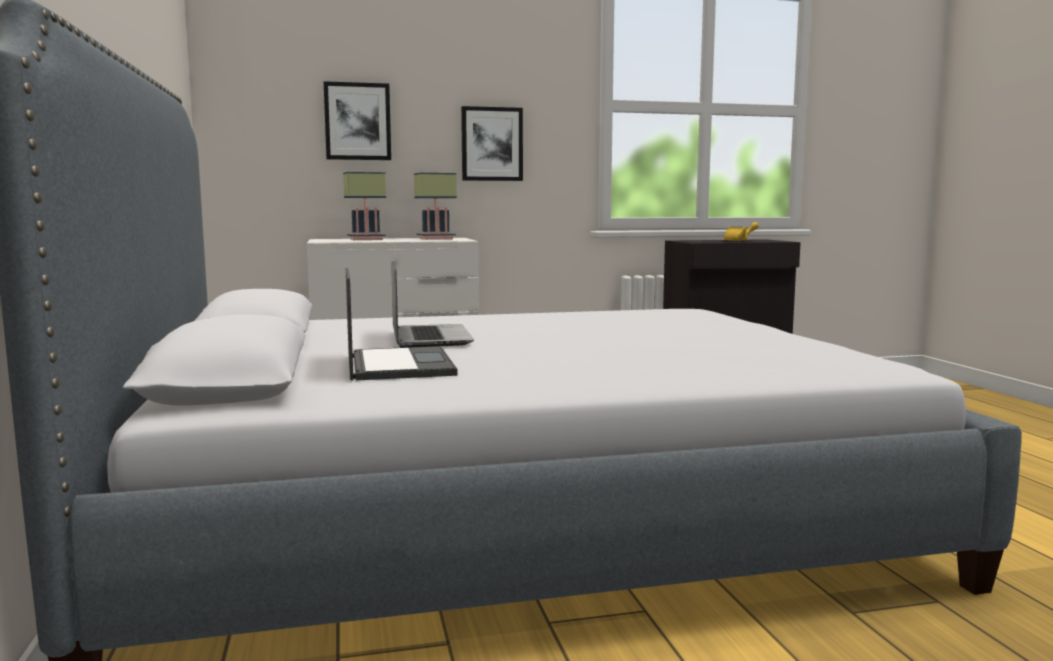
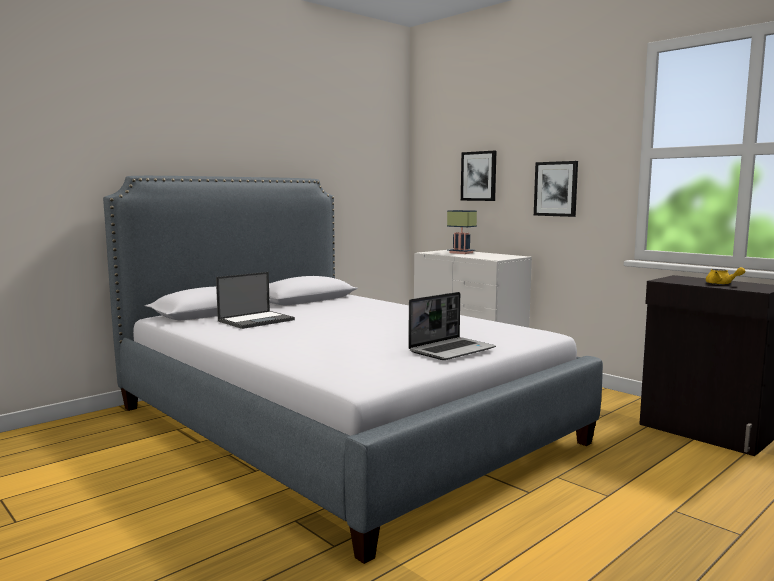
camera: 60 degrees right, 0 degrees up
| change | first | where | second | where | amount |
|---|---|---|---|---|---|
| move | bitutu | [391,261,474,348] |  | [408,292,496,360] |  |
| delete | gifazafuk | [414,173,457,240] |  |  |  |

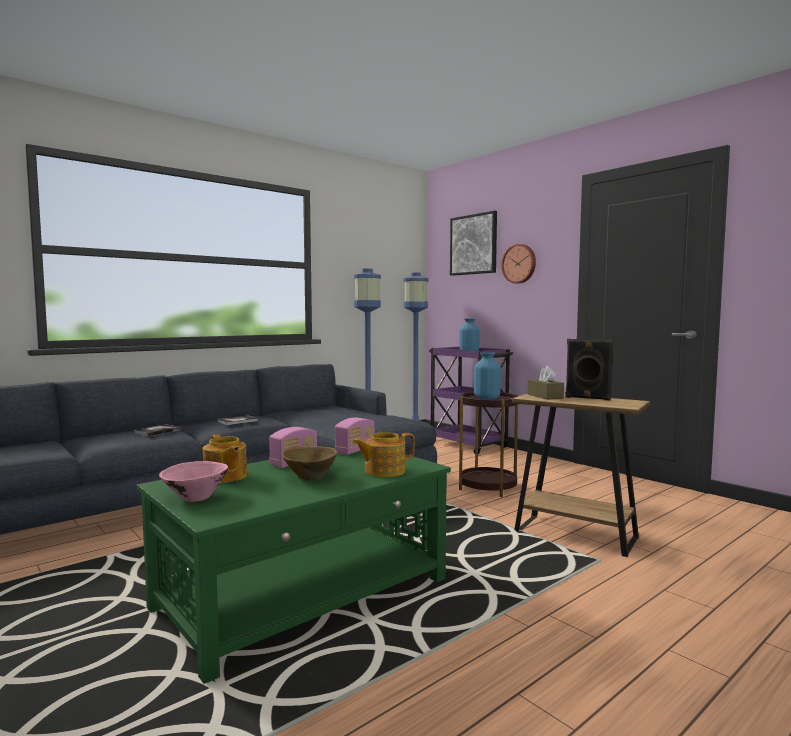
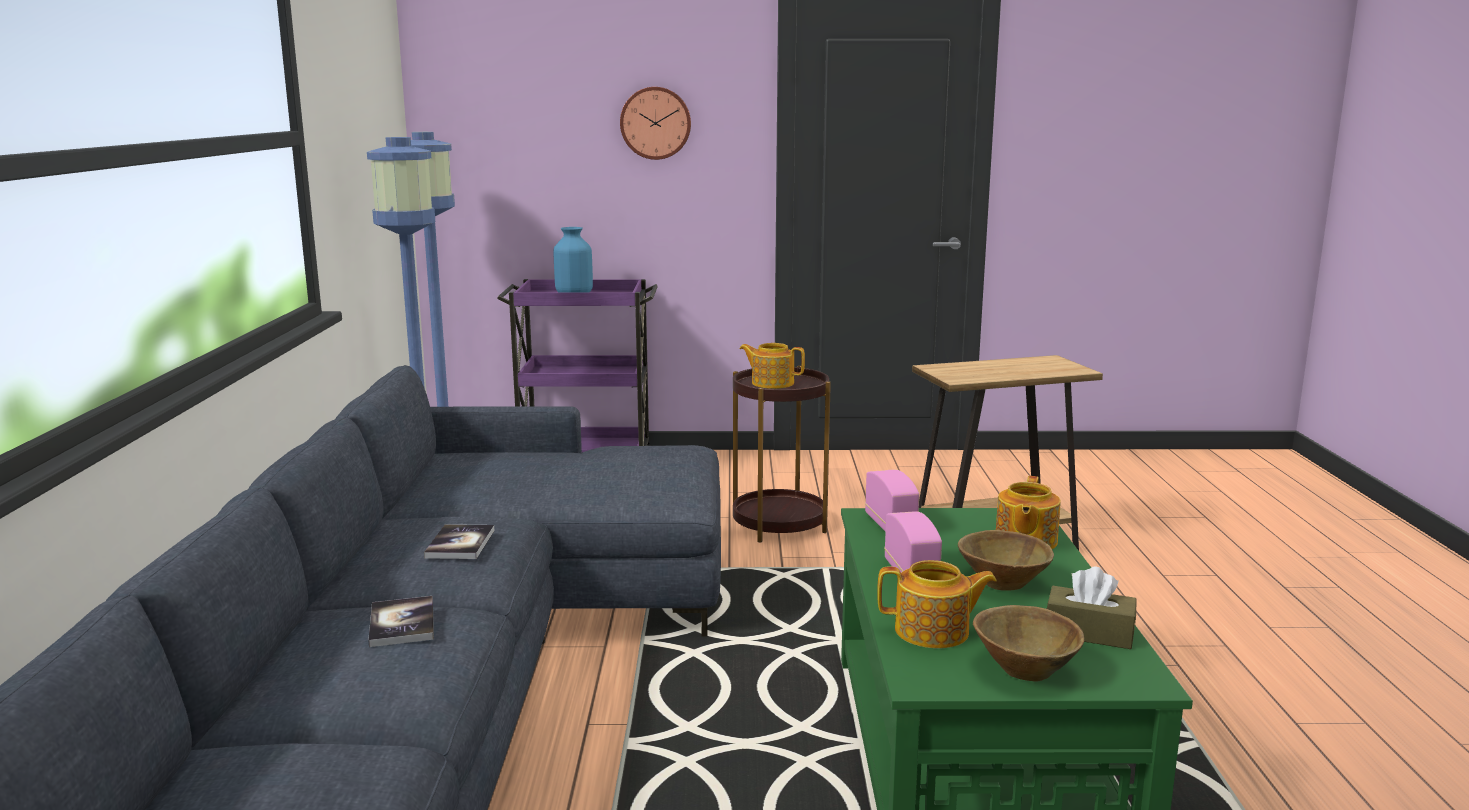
camera: 50 degrees left, 10 degrees up
| change | first | where | second | where | amount |
|---|---|---|---|---|---|
| replace | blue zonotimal | [474,352,501,400] | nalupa | [740,343,805,389] |  |
| recolor | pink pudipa | [159,461,228,502] | brown pudipa | [973,605,1084,681] |  |
| move | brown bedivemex | [527,366,564,400] |  | [1047,567,1137,649] |  |
| delete | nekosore | [450,211,497,276] |  |  |  |
| delete | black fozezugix | [565,339,613,400] |  |  |  |

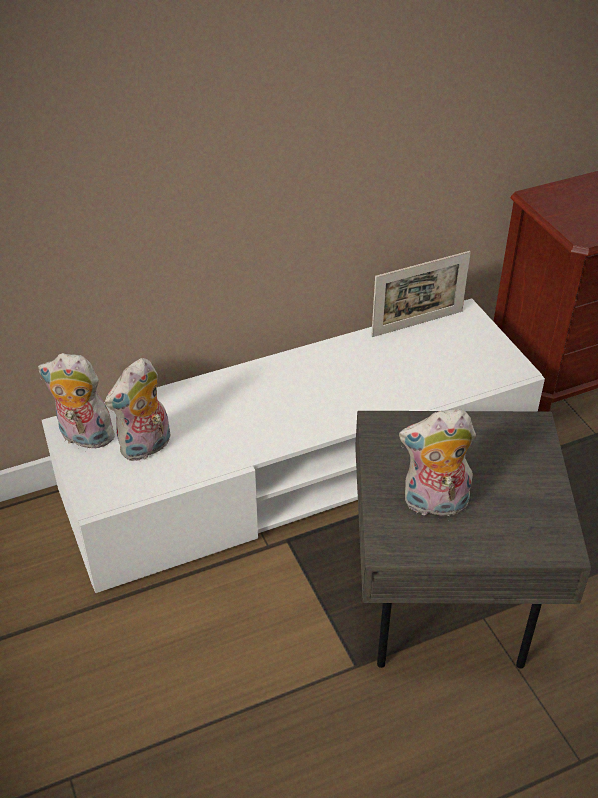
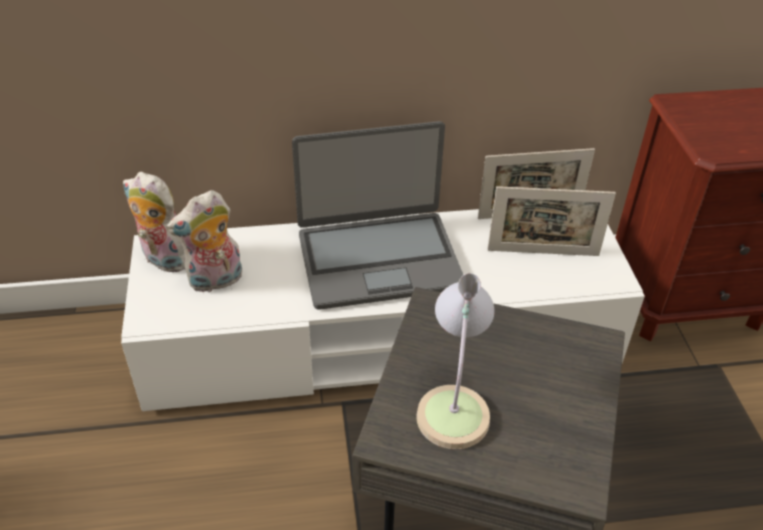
camera: 15 degrees right, 0 degrees up
| change | first | where | second | where | amount |
|---|---|---|---|---|---|
| insert |  |  | bitutu | [292,121,463,310] |  |
| replace | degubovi | [399,409,476,516] | gifazafuk | [417,273,494,449] |  |
| insert |  |  | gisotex | [487,186,616,256] |  |

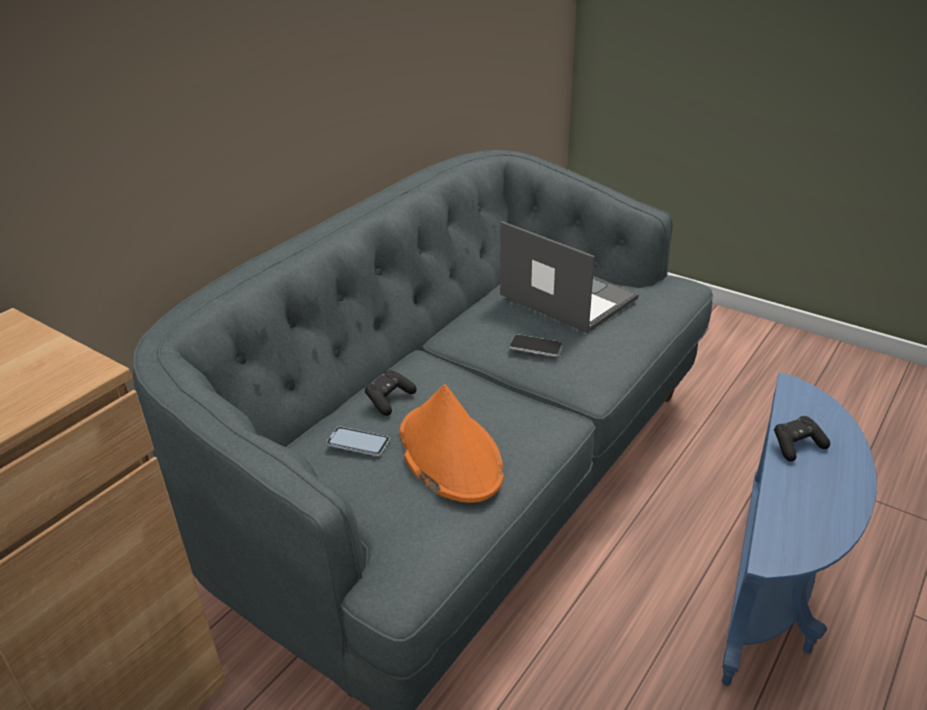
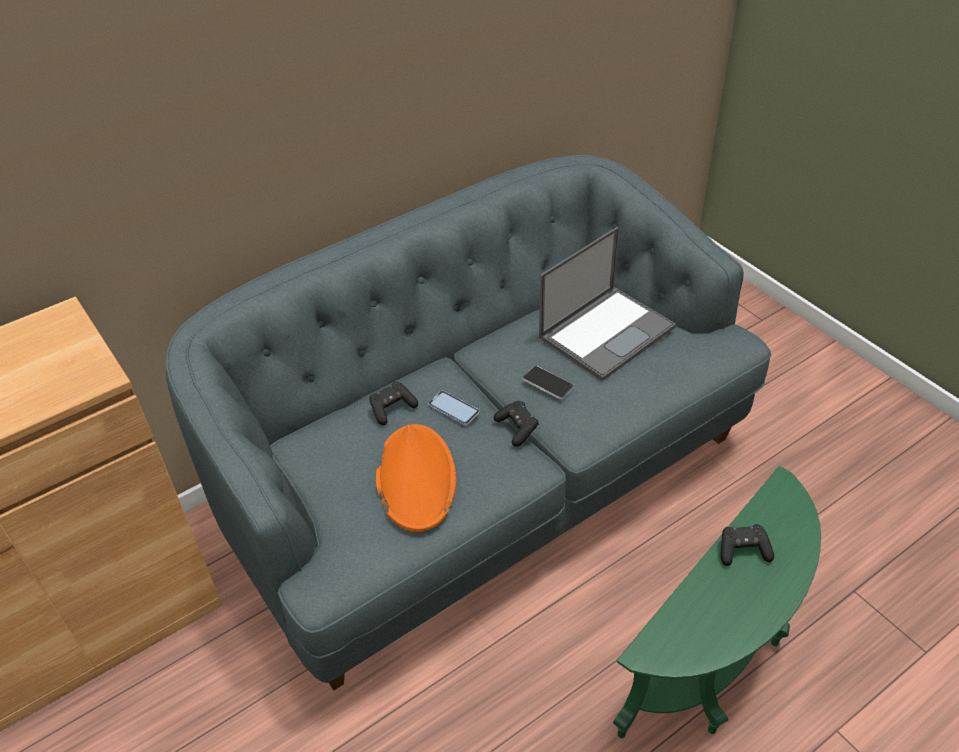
camera: 20 degrees right, 10 degrees up
| change | first | where | second | where | amount |
|---|---|---|---|---|---|
| move | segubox | [326,426,390,456] |  | [428,391,480,426] |  |
| insert |  |  | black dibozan | [494,401,539,447] |  |
| rotate | bitutu | [500,221,639,333] |  | [539,227,676,381] | 75 degrees clockwise |
| recolor | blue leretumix | [722,373,877,686] | green leretumix | [613,466,821,738] |  |

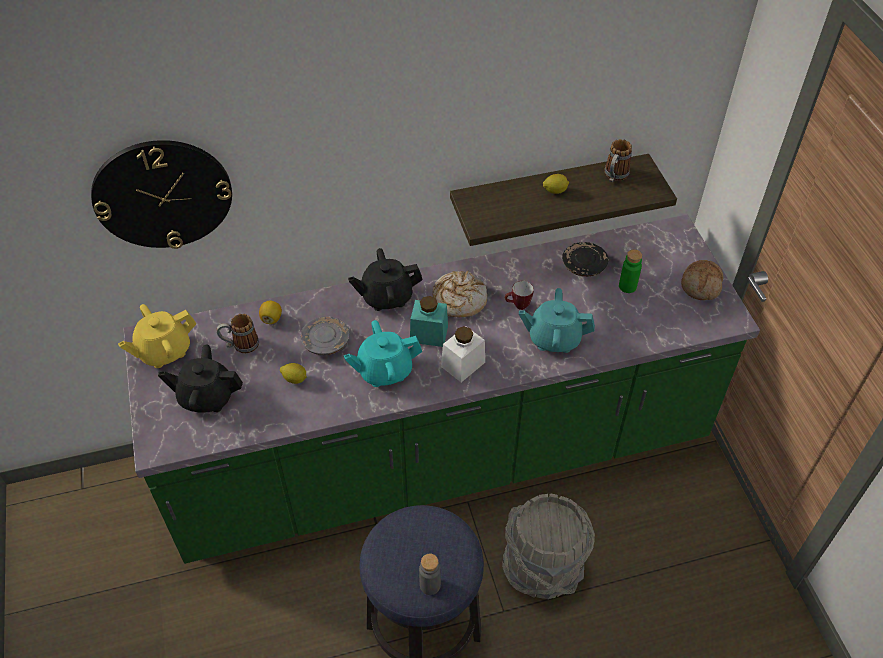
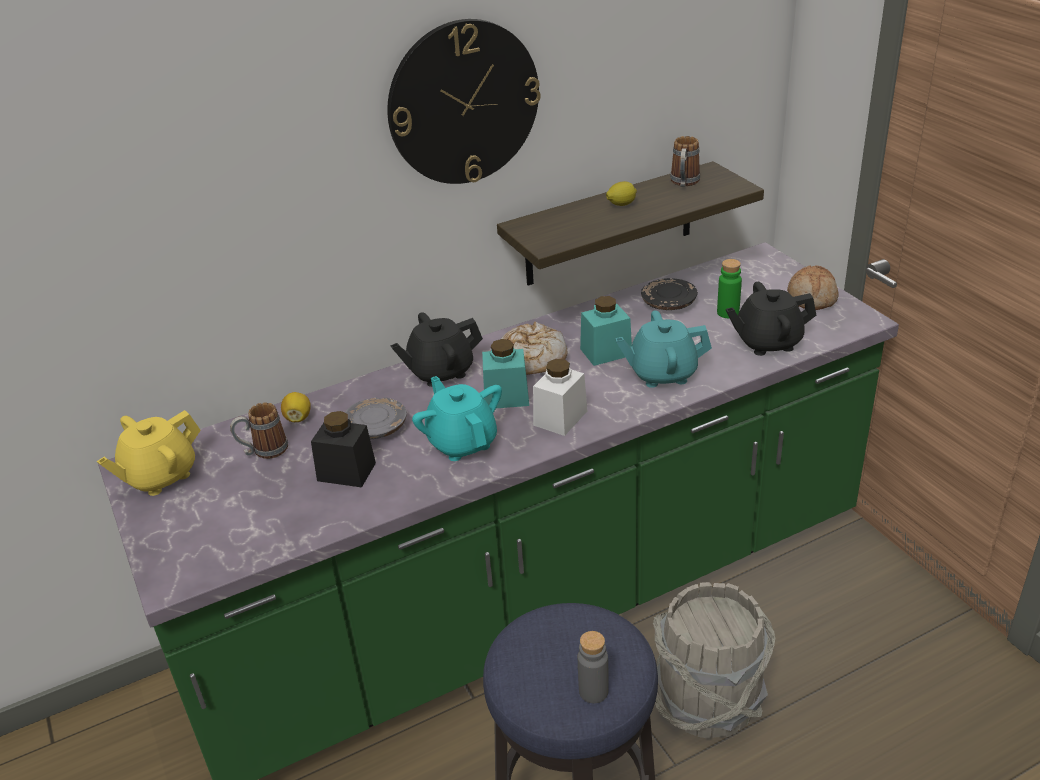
camera: 10 degrees left, 15 degrees down
| change | first | where | second | where | amount |
|---|---|---|---|---|---|
| replace | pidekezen | [280,363,307,384] | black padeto | [311,411,376,487] |  |
| move | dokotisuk | [91,140,232,249] |  | [387,19,541,184] |  |
| rotate | turquoise nalupa | [344,320,422,387] |  | [412,376,502,461] | 90 degrees clockwise |
| replace | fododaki | [505,281,534,310] | turquoise padeto | [580,296,632,366] |  |
| move | black nalupa | [158,344,243,413] |  | [726,282,817,356] |  |

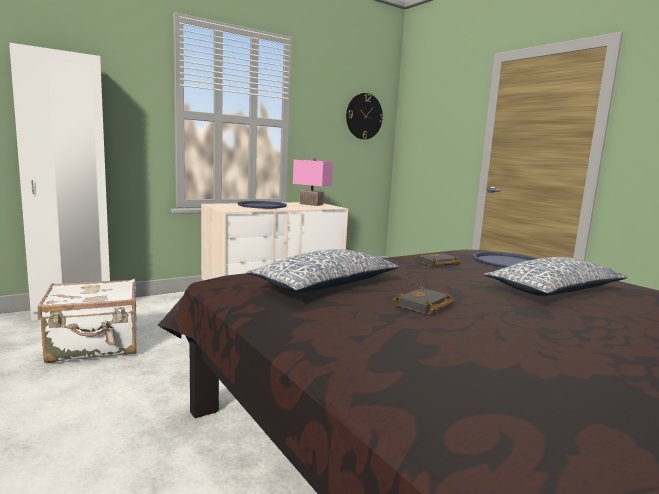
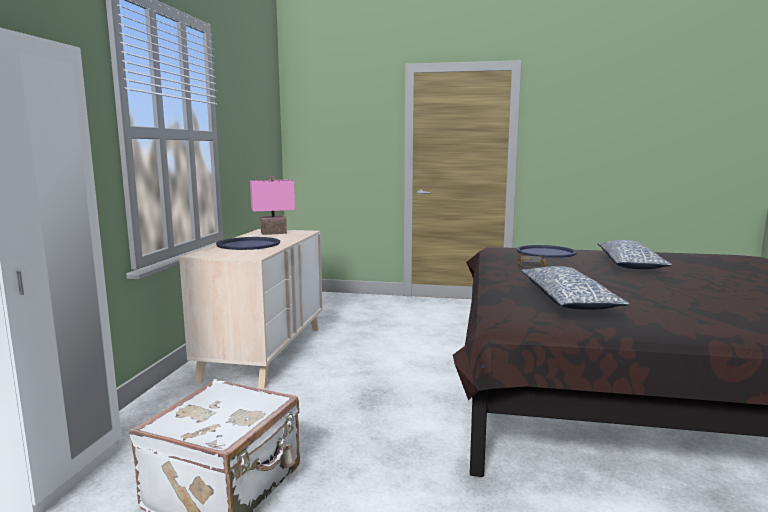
camera: 45 degrees left, 0 degrees up
| change | first | where | second | where | amount |
|---|---|---|---|---|---|
| delete | dokotisuk | [346,93,383,139] |  |  |  |
| delete | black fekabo | [393,286,455,315] |  |  |  |

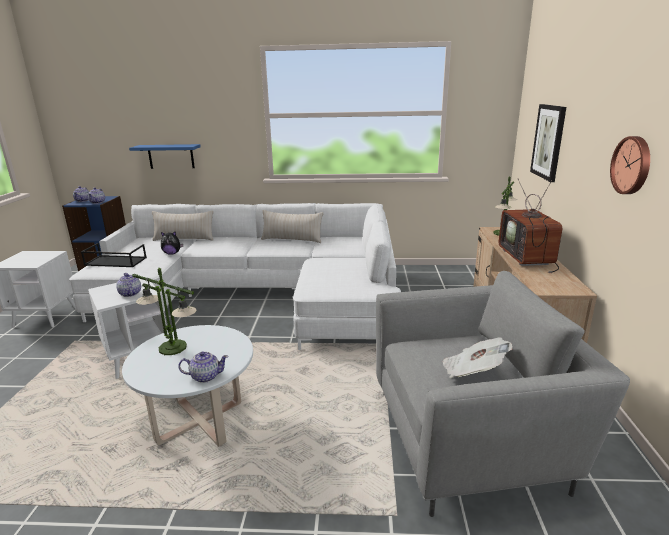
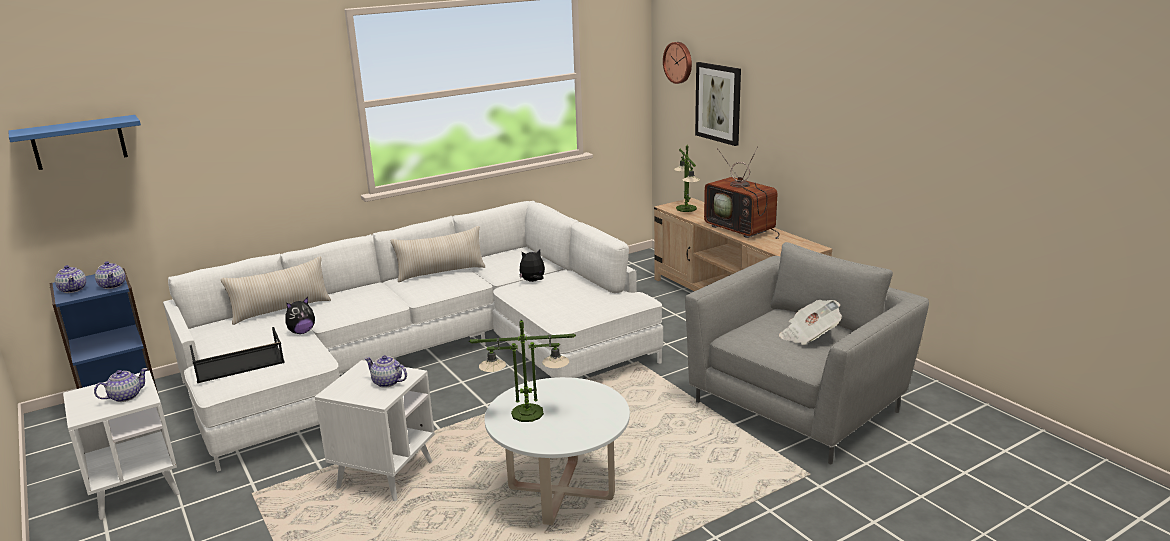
camera: 35 degrees left, 0 degrees up
| change | first | where | second | where | amount |
|---|---|---|---|---|---|
| move | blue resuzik | [129,144,201,169] |  | [9,115,141,170] |  |
| move | nalupa | [178,351,228,383] |  | [94,368,148,402] |  |
| insert |  |  | degubovi | [519,249,545,282] |  |
| move | dokotisuk | [610,136,650,194] |  | [663,42,692,84] |  |

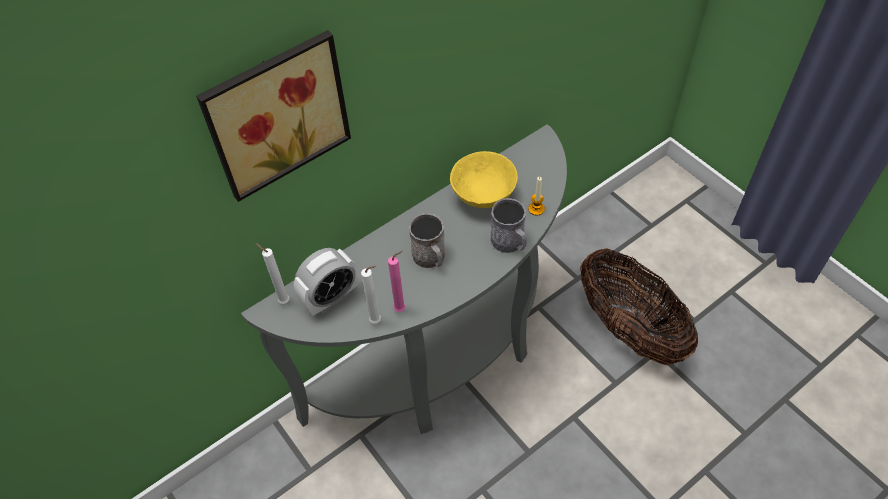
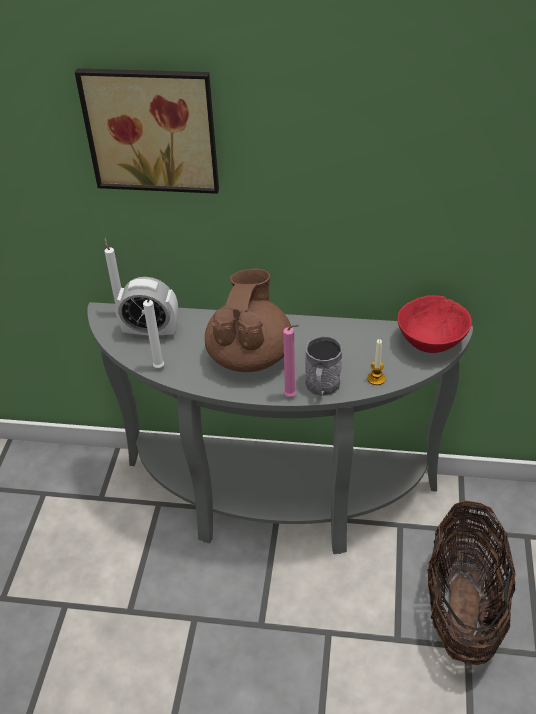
camera: 45 degrees right, 10 degrees down
| change | first | where | second | where | amount |
|---|---|---|---|---|---|
| replace | grey fododaki | [409,213,445,268] | brown nalupa | [205,269,292,372] |  |
| move | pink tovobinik | [388,251,405,312] |  | [283,325,299,397] |  |
| insert |  |  | red pudipa | [397,295,472,353] |  |
| delete | yellow pudipa | [450,151,518,208] |  |  |  |

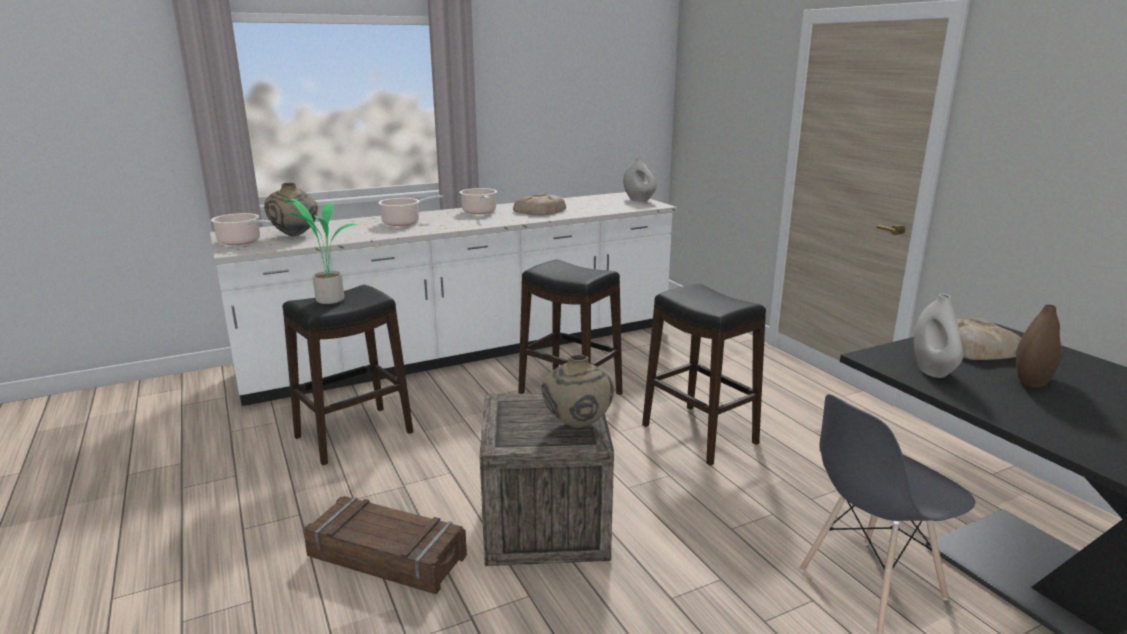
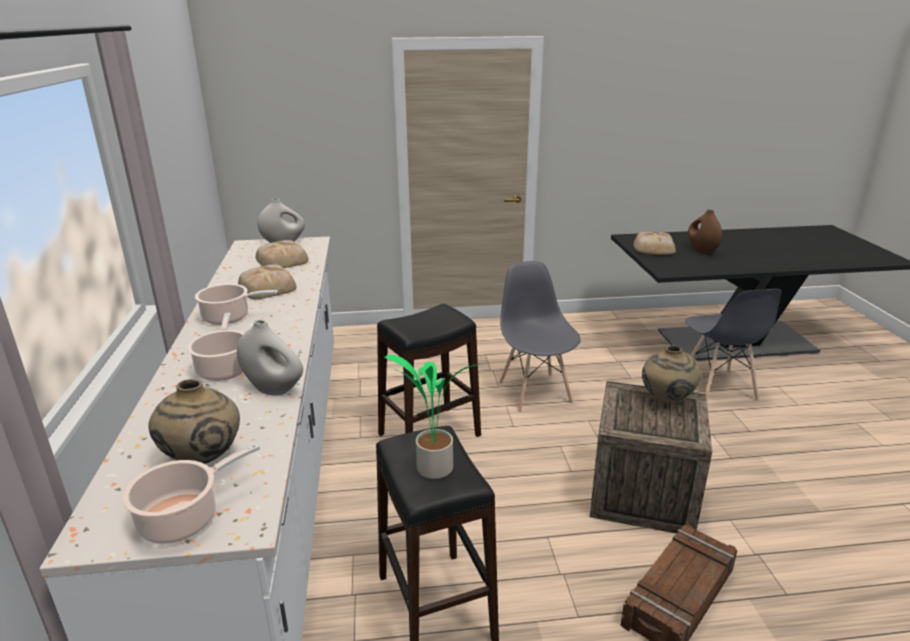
camera: 70 degrees left, 5 degrees up
| change | first | where | second | where | amount |
|---|---|---|---|---|---|
| move | white zonotimal | [914,294,963,378] |  | [237,320,303,395] |  |
| insert |  |  | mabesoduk | [256,240,309,268] |  |
| replace | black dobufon | [642,284,766,466] | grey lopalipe | [499,261,581,412] |  |

